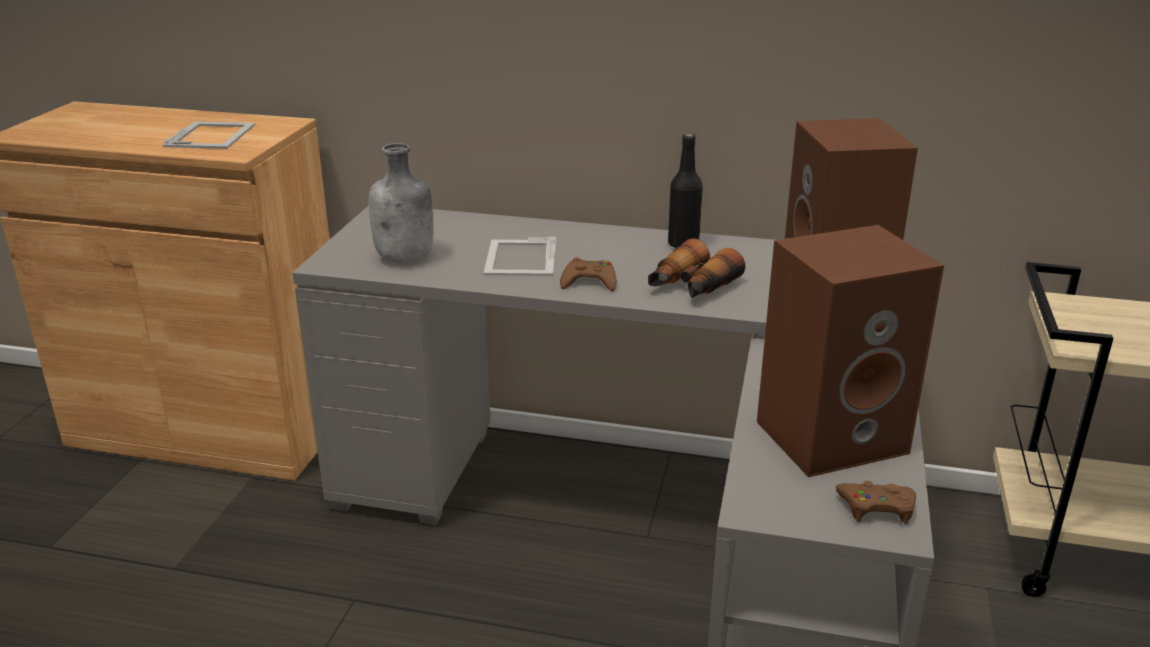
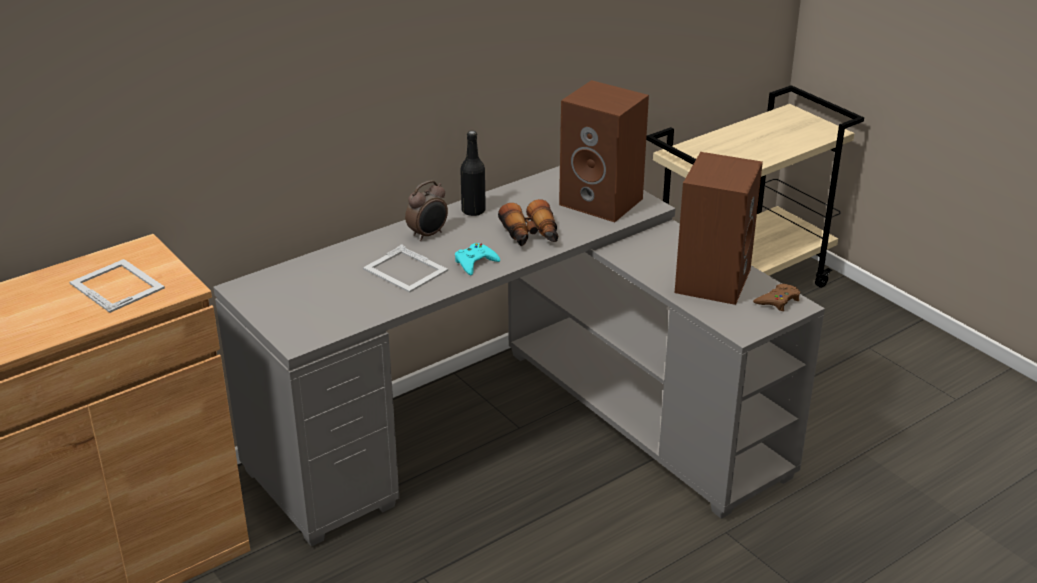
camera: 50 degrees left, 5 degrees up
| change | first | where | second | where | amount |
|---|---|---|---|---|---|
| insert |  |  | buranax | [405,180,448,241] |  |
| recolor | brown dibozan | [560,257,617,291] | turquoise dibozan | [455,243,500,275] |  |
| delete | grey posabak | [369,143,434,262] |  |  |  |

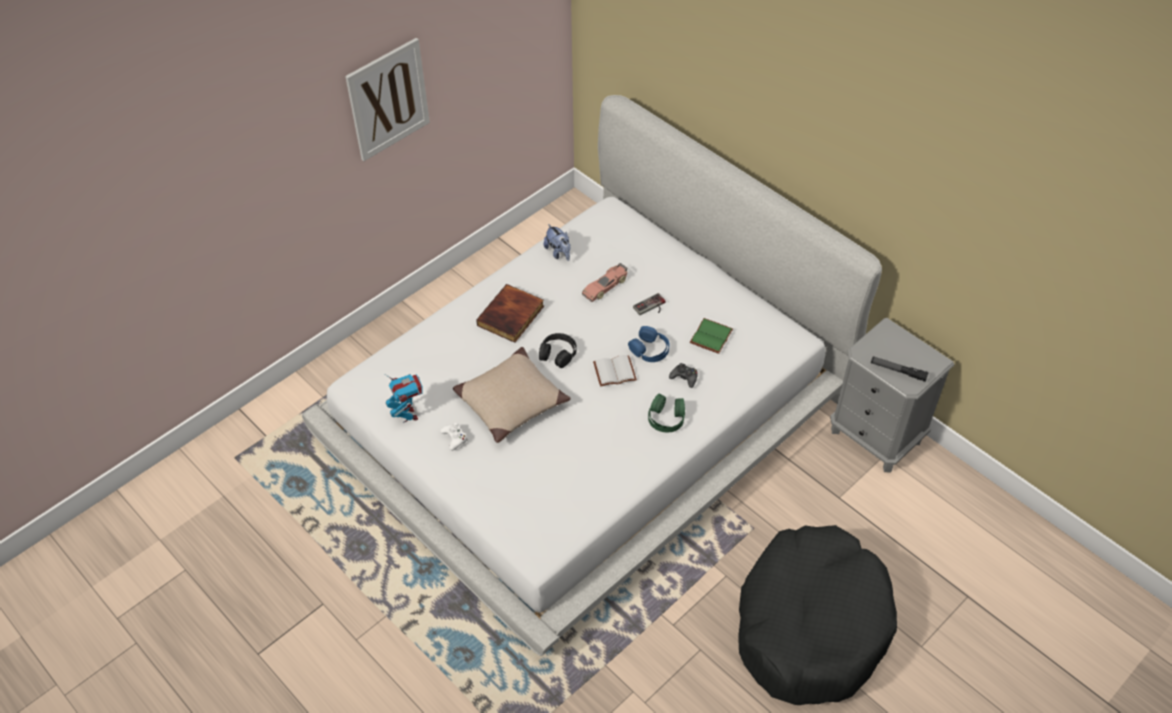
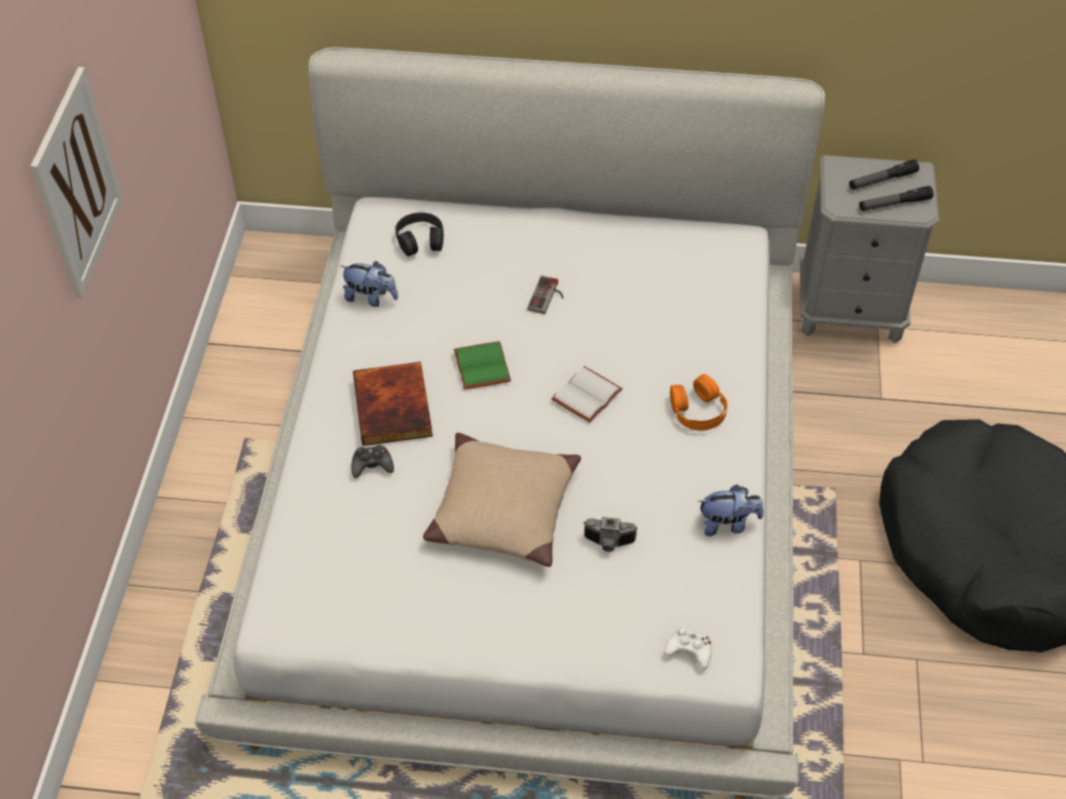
camera: 40 degrees left, 0 degrees up
| change | first | where | second | where | amount |
|---|---|---|---|---|---|
| move | black dibozan | [669,363,698,388] |  | [351,445,394,478] |  |
| move | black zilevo | [539,333,576,368] |  | [395,212,444,256] |  |
| move | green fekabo | [690,318,733,354] |  | [454,341,511,390] |  |
| insert |  |  | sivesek | [583,517,638,552] |  |
| move | white dibozan | [440,423,467,451] |  | [664,627,712,670] |  |
| recolor | green zilevo | [648,394,685,433] | orange zilevo | [670,374,727,431] |  |
| insert |  |  | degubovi | [698,485,764,536] |  |
| insert |  |  | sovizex | [849,159,919,190] |  |
| delete | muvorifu | [385,374,423,423] |  |  |  |
| delete | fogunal | [582,263,627,302] |  |  |  |
| delete | blue zilevo | [628,326,670,362] |  |  |  |

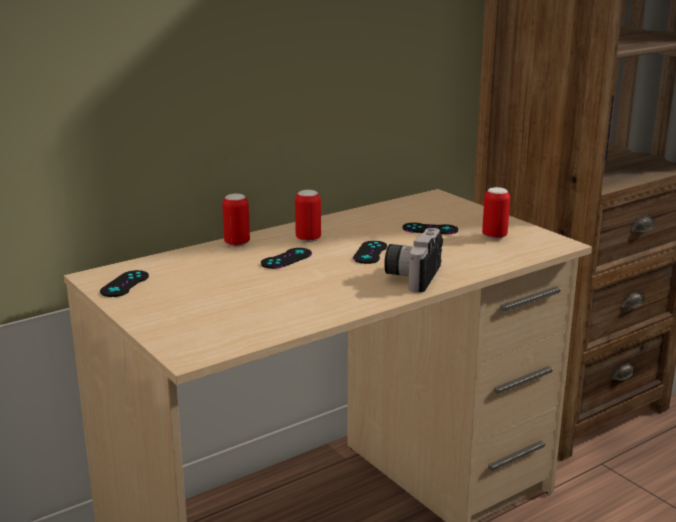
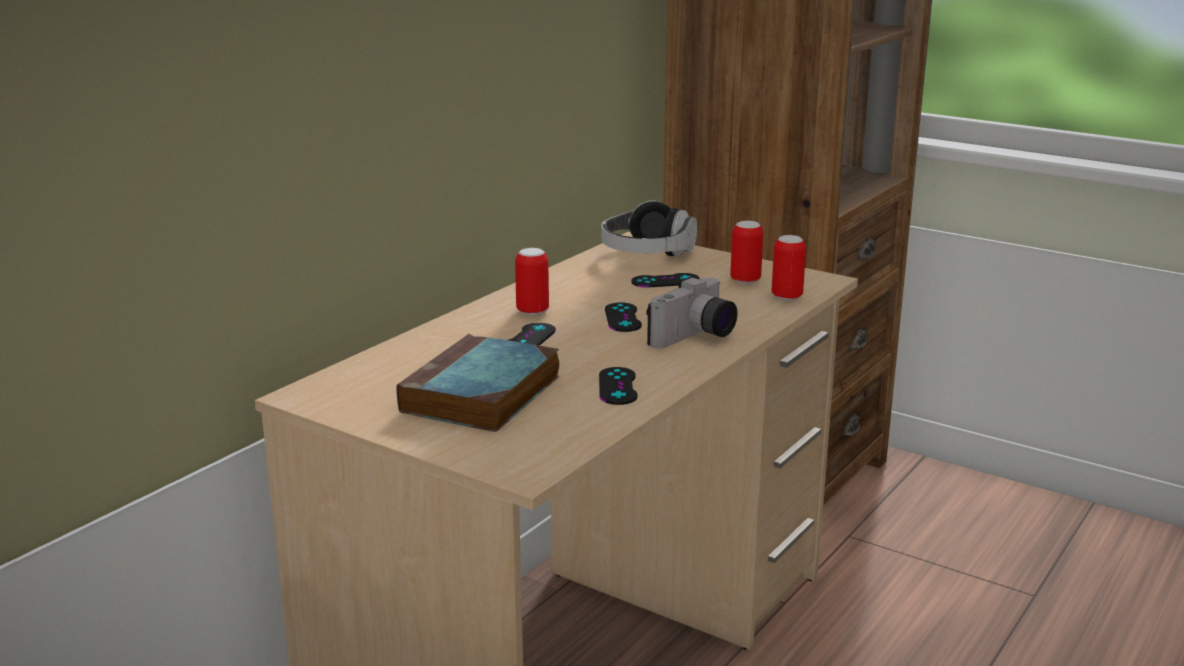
camera: 20 degrees left, 0 degrees up
| change | first | where | second | where | amount |
|---|---|---|---|---|---|
| insert |  |  | fekabo | [396,334,559,432] |  |
| move | black dibozan | [100,270,149,297] |  | [599,367,638,405] |  |
| insert |  |  | zilevo | [601,200,697,256] |  |
| rotate | sivesek | [384,228,443,292] |  | [646,277,737,349] | 135 degrees counterclockwise |
| move | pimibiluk | [222,194,250,247] |  | [771,235,806,301] |  |

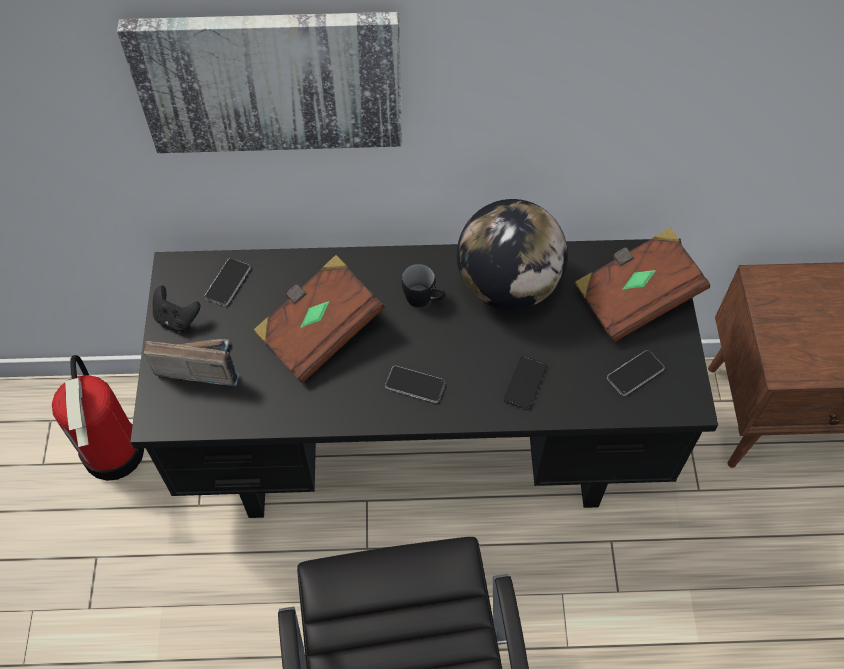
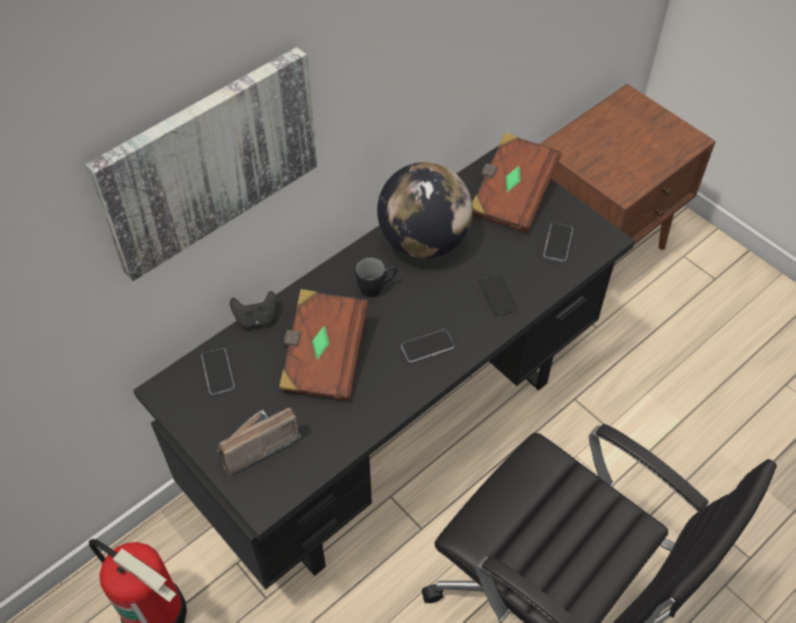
camera: 40 degrees left, 5 degrees down
| change | first | where | second | where | amount |
|---|---|---|---|---|---|
| move | black dibozan | [153,286,201,332] |  | [230,291,277,328] |  |

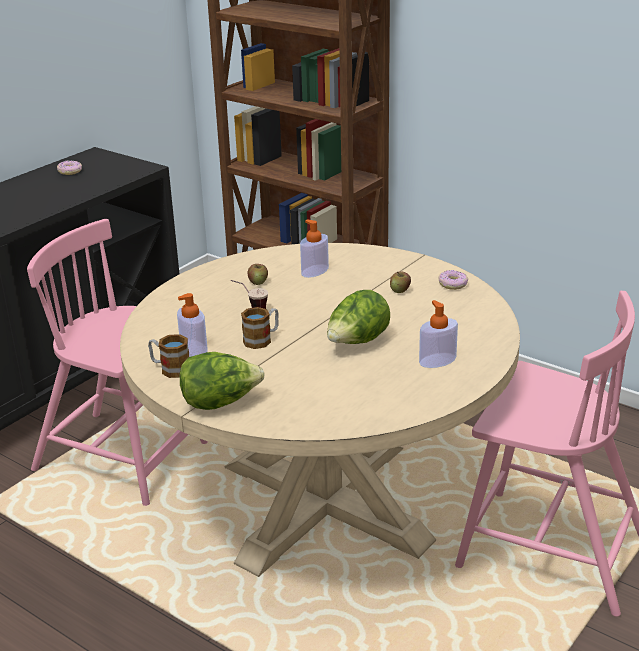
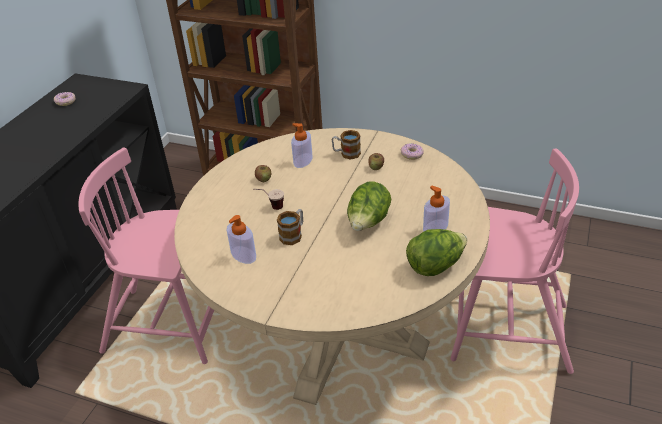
camera: 15 degrees left, 10 degrees up
| change | first | where | second | where | amount |
|---|---|---|---|---|---|
| move | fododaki | [148,334,189,378] |  | [332,130,361,160] |  |
| move | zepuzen | [180,352,265,410] |  | [406,229,467,276] |  |

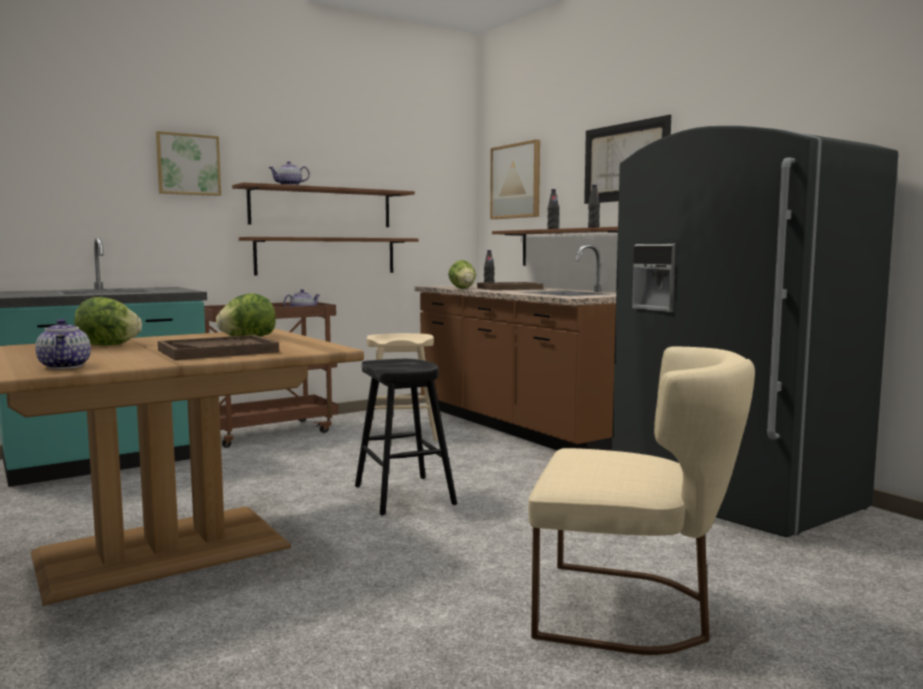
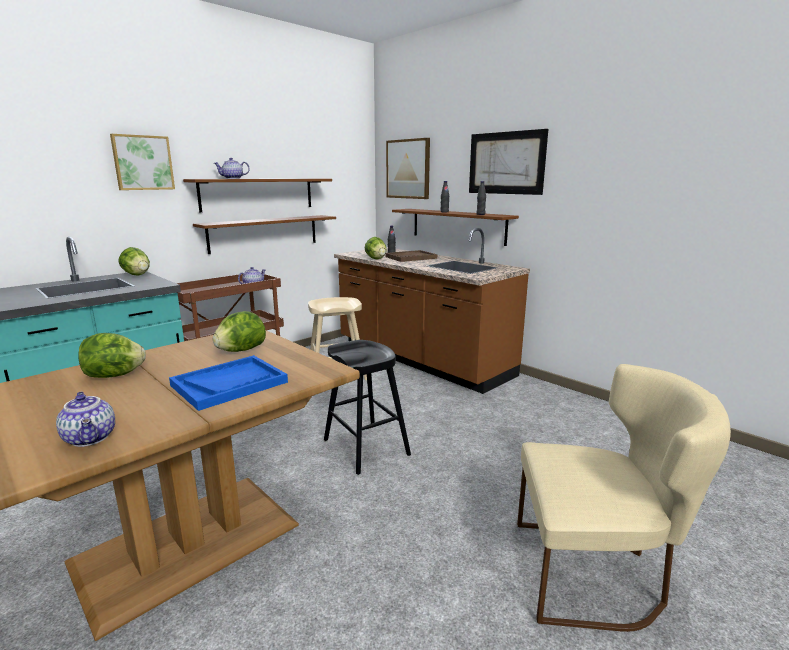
camera: 10 degrees left, 10 degrees up
| change | first | where | second | where | amount |
|---|---|---|---|---|---|
| insert |  |  | zepuzen | [118,247,150,276] |  |
| recolor | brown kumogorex | [158,335,279,360] | blue kumogorex | [169,355,288,411] |  |
| delete | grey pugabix | [612,126,898,537] |  |  |  |

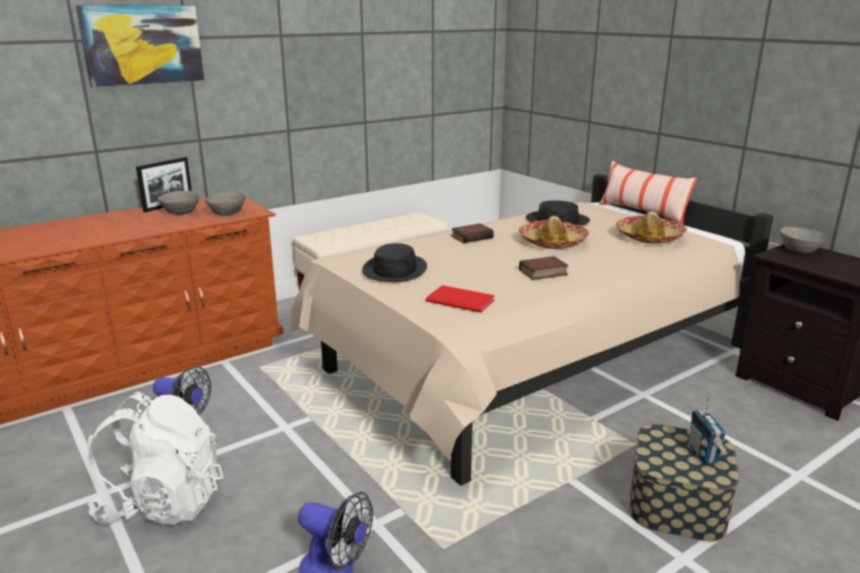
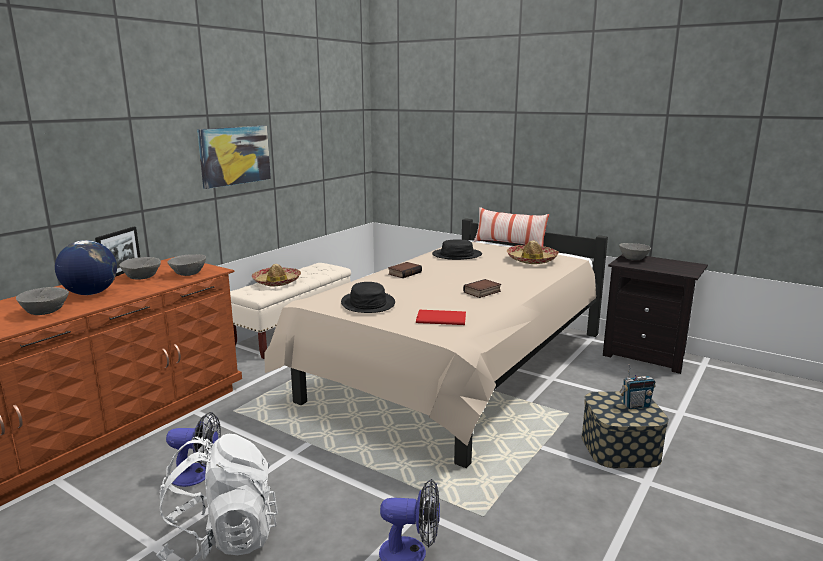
camera: 20 degrees left, 5 degrees down
| change | first | where | second | where | amount |
|---|---|---|---|---|---|
| insert |  |  | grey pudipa | [16,287,69,315] |  |
| insert |  |  | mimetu | [55,240,117,295] |  |
| move | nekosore | [76,5,204,87] |  | [197,125,271,189] |  |
| move | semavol | [519,216,589,249] |  | [252,264,301,286] |  |
| rotate | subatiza | [688,392,727,464] |  | [619,364,656,409] | 75 degrees counterclockwise |

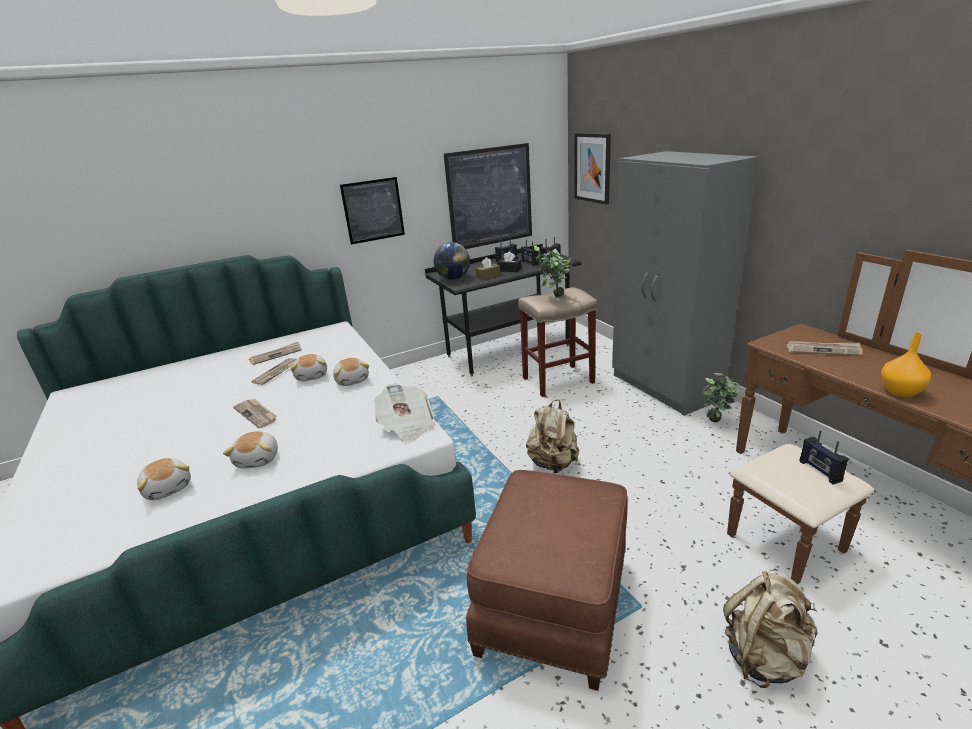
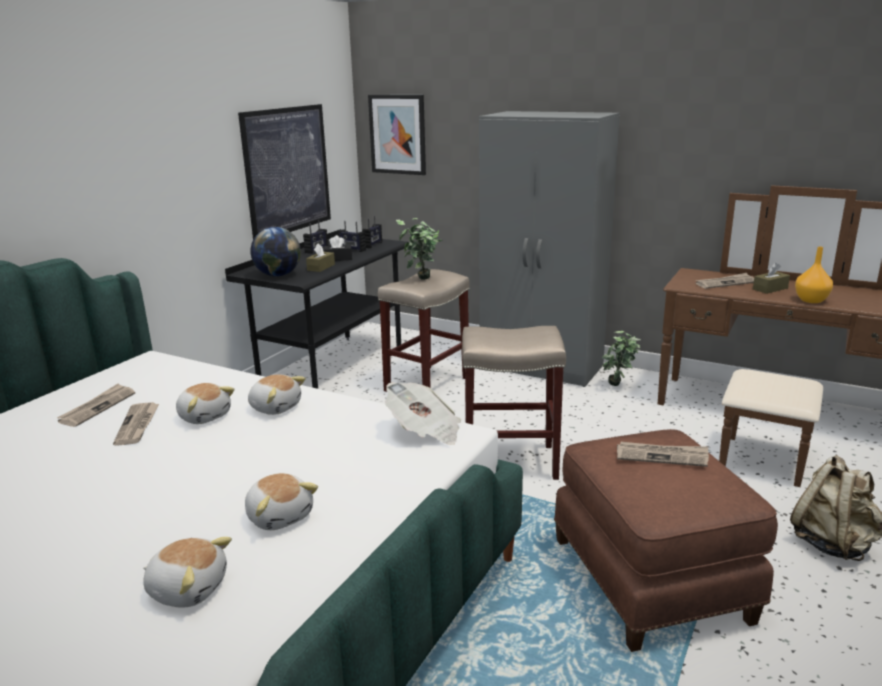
camera: 35 degrees left, 5 degrees down
| change | first | where | second | where | amount |
|---|---|---|---|---|---|
| replace | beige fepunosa | [526,400,579,473] | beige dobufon | [462,326,566,480] |  |
| move | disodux | [233,399,277,428] |  | [617,442,709,467] |  |
| insert |  |  | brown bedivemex | [753,263,790,294] |  |
| delete | nekosore | [340,177,405,245] |  |  |  |
| delete | subatiza | [799,430,849,485] |  |  |  |

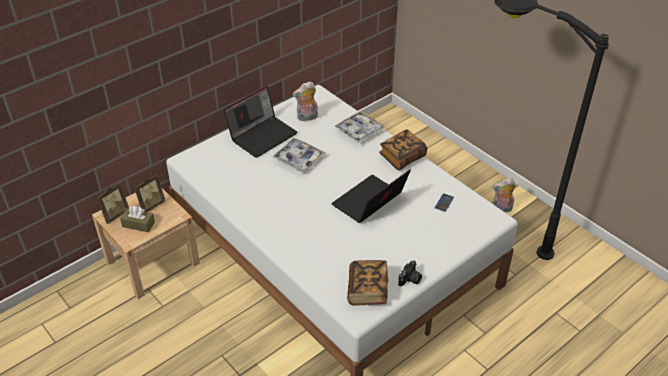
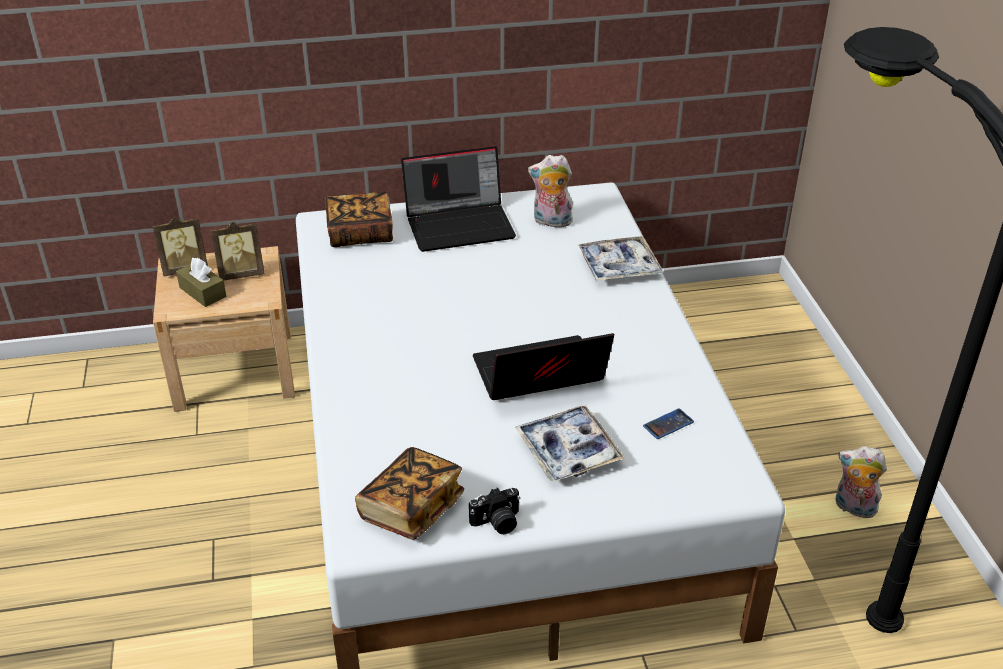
camera: 30 degrees right, 5 degrees down
| change | first | where | second | where | amount |
|---|---|---|---|---|---|
| move | fekabo | [379,129,427,171] |  | [325,192,393,247] |  |
| move | kumogorex | [272,138,325,172] |  | [515,406,625,482] |  |

